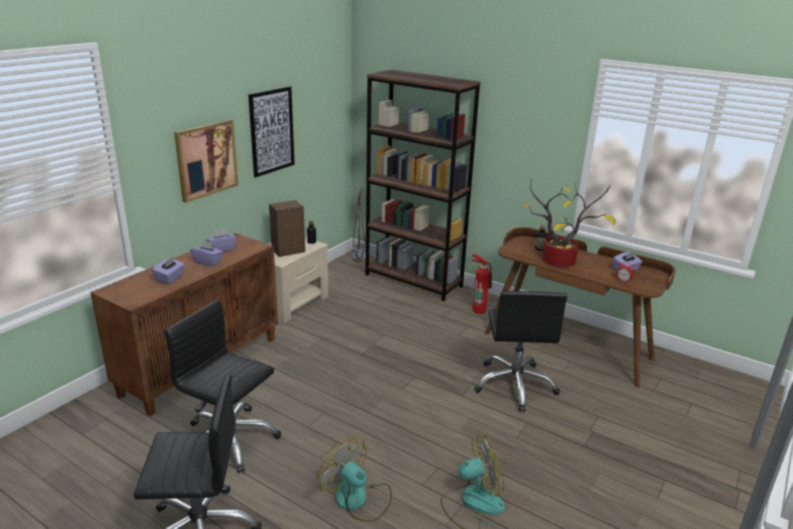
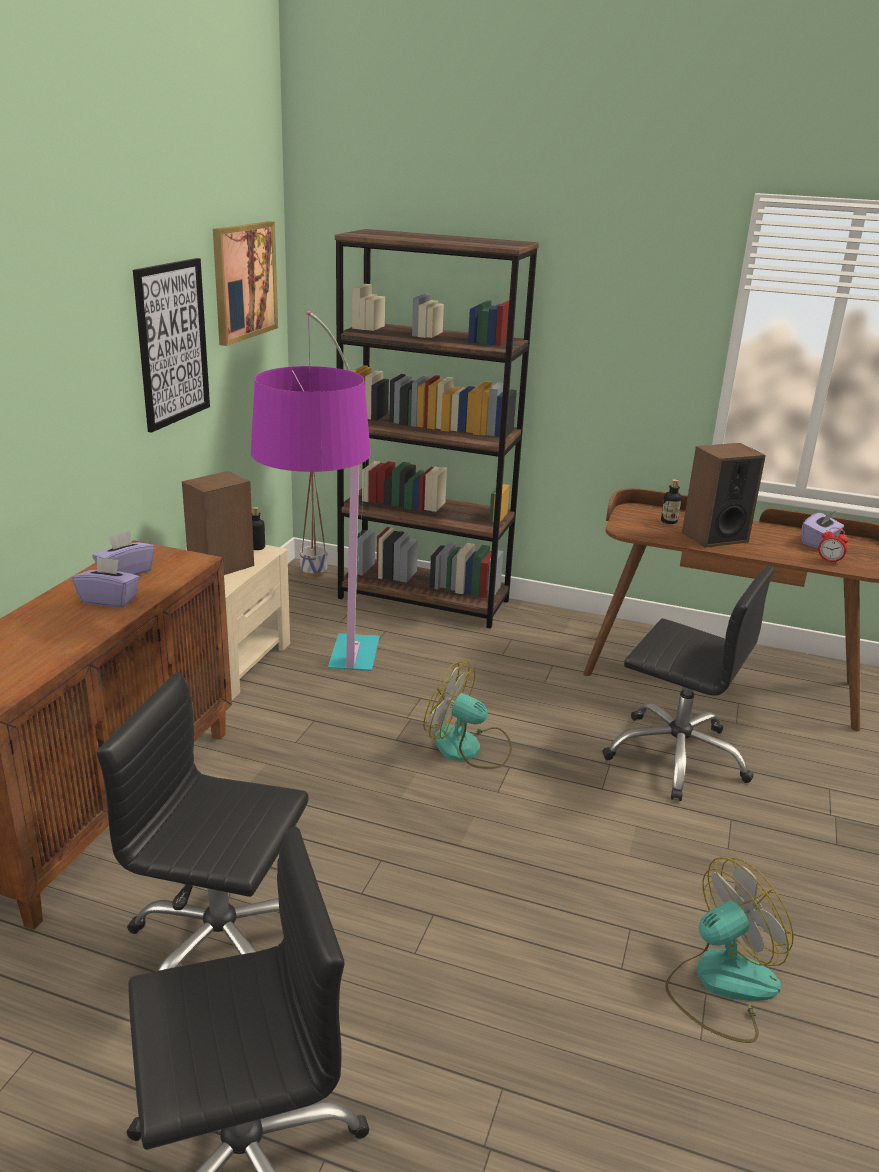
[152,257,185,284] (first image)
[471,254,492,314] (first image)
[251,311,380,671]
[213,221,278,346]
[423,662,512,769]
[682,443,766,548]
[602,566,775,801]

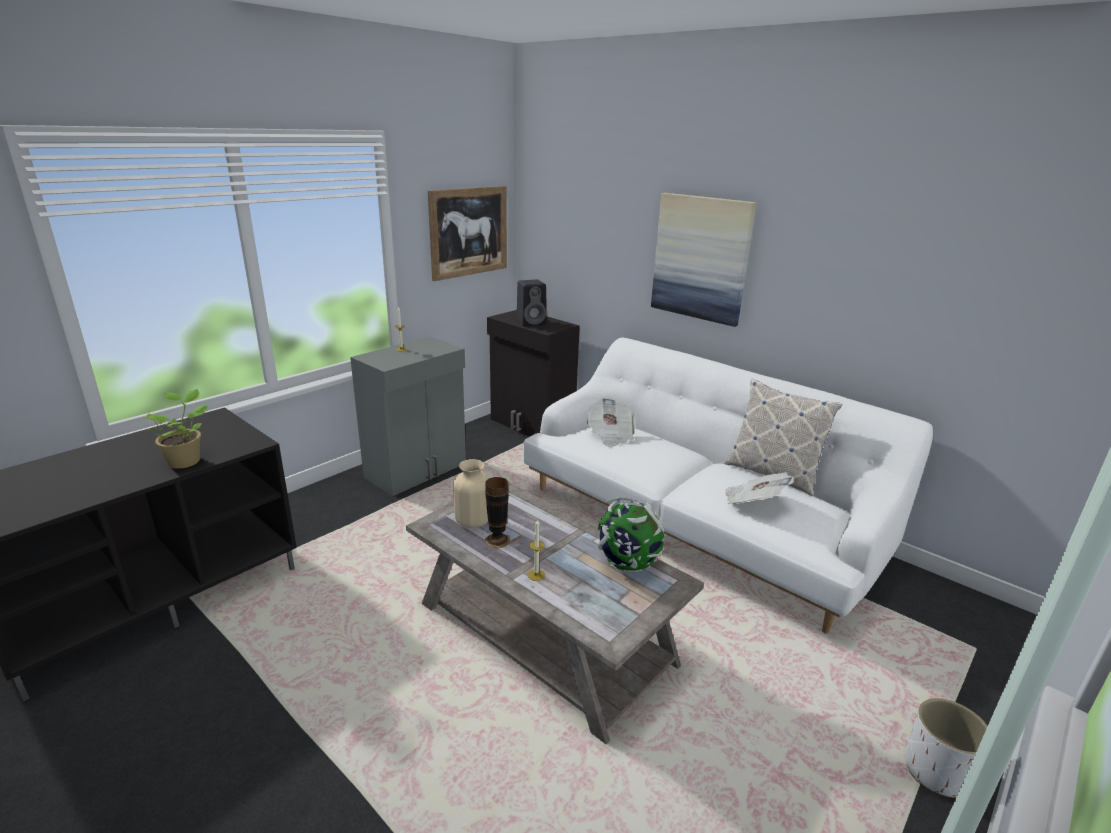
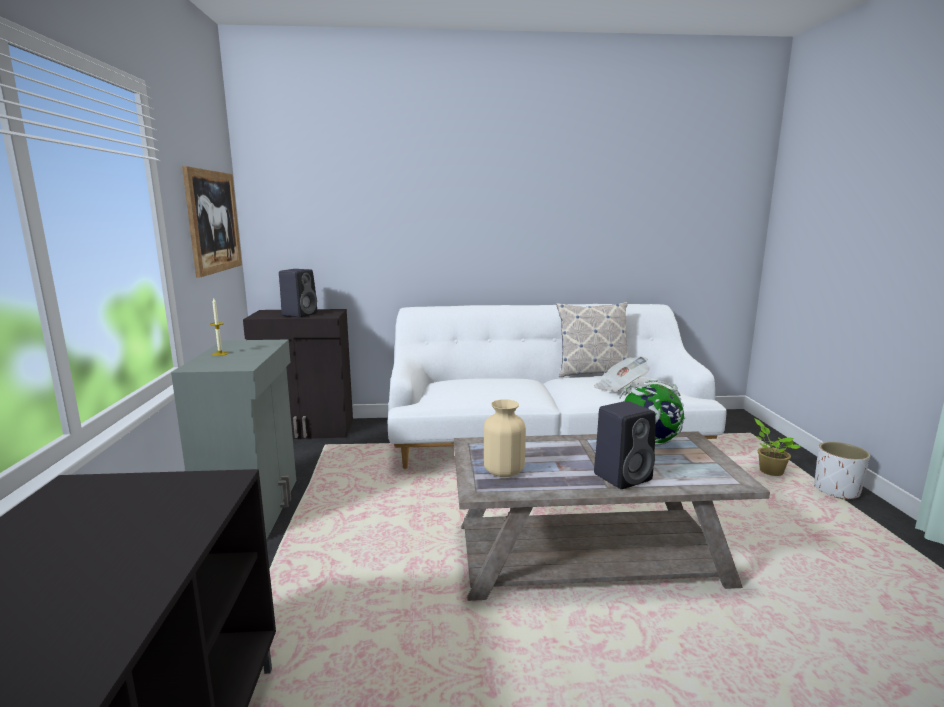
[485,477,510,548] (first image)
[587,398,635,447] (first image)
[651,193,756,327] (first image)
[754,418,801,476]
[594,401,656,489]

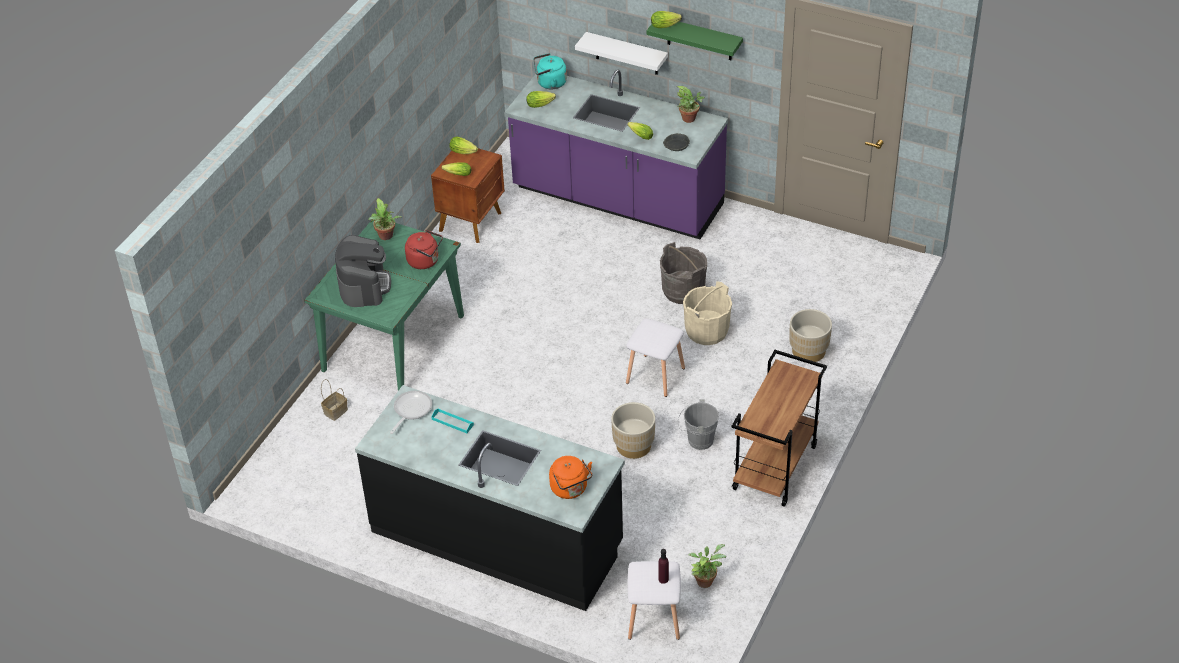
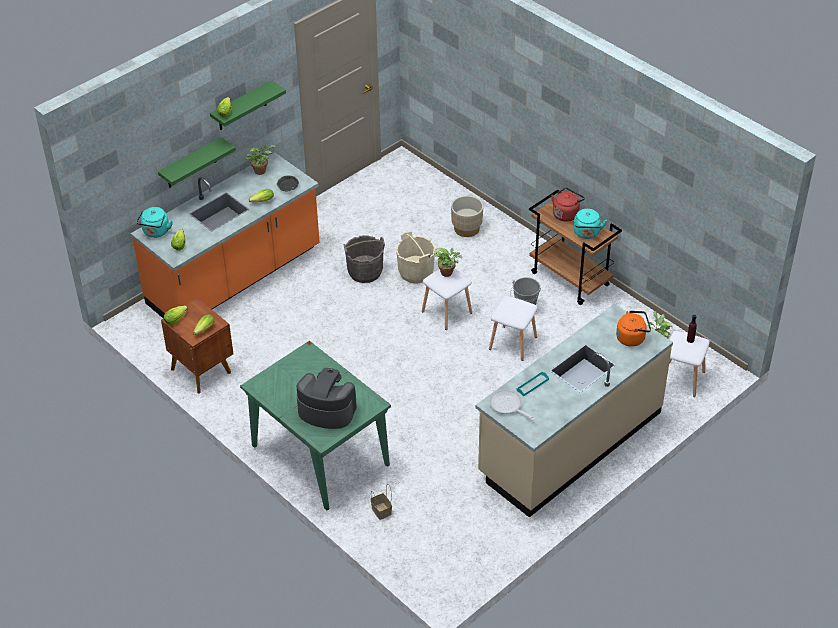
[574,209,607,239]
[434,248,462,277]
[551,188,585,222]
[489,296,538,361]
[476,304,673,518]
[131,152,320,318]
[158,137,236,188]

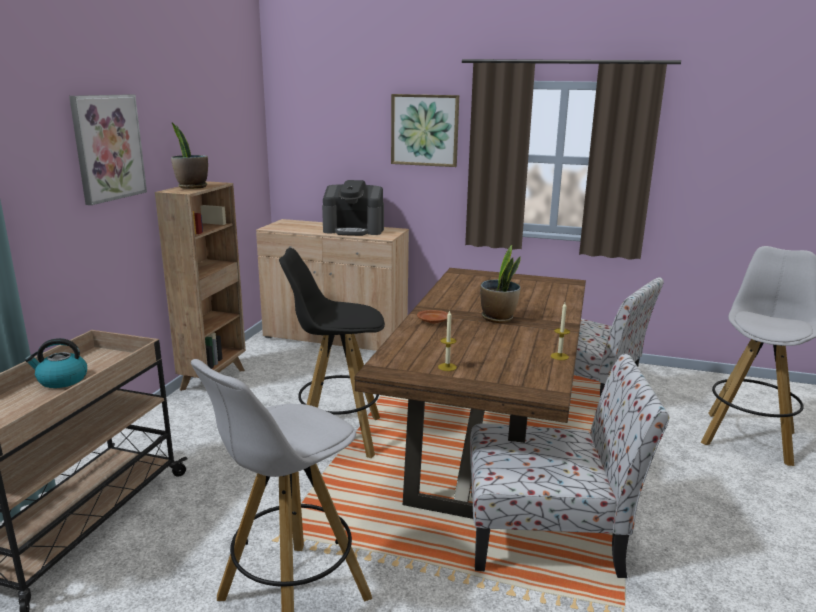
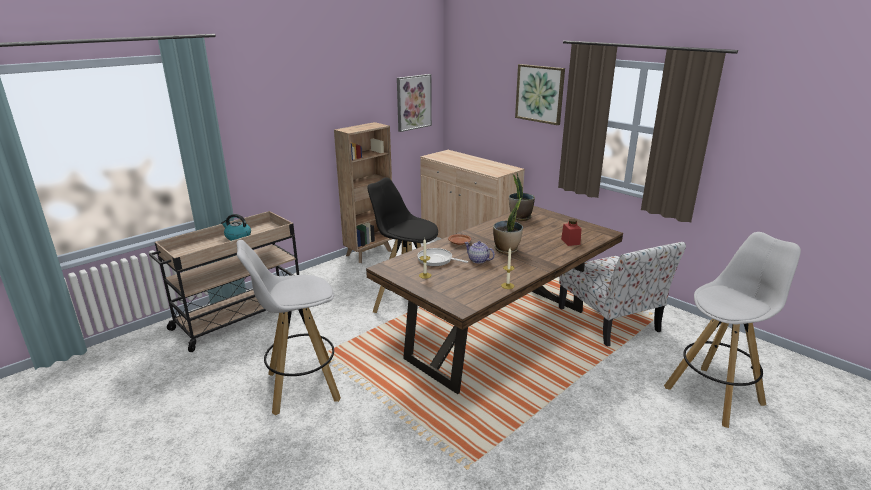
[322,180,384,236] (first image)
[470,354,669,578] (first image)
[417,248,468,266]
[464,241,495,264]
[561,219,581,246]
[397,74,432,132]
[509,173,535,221]

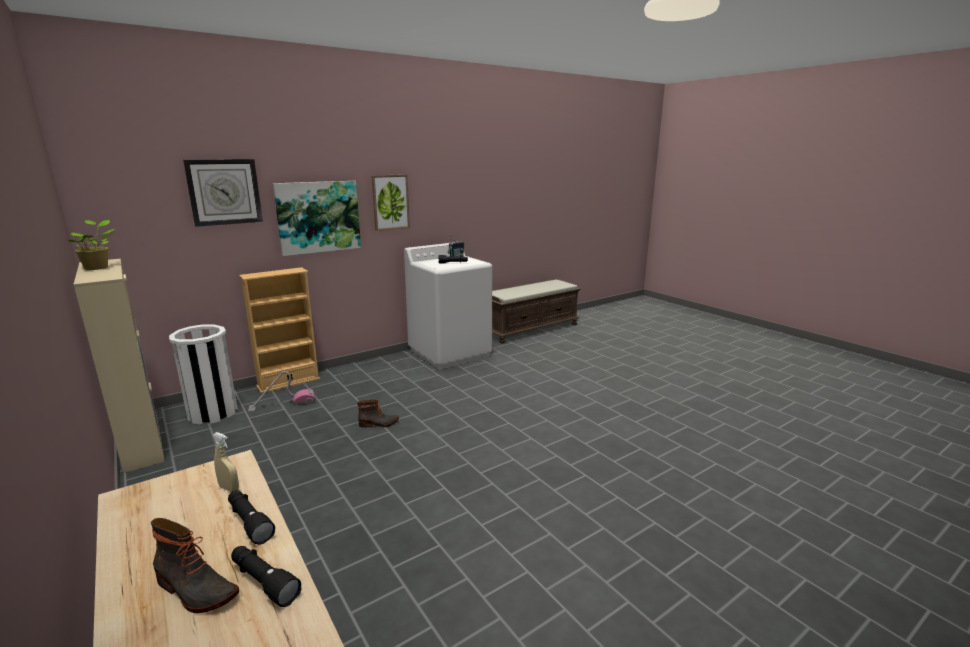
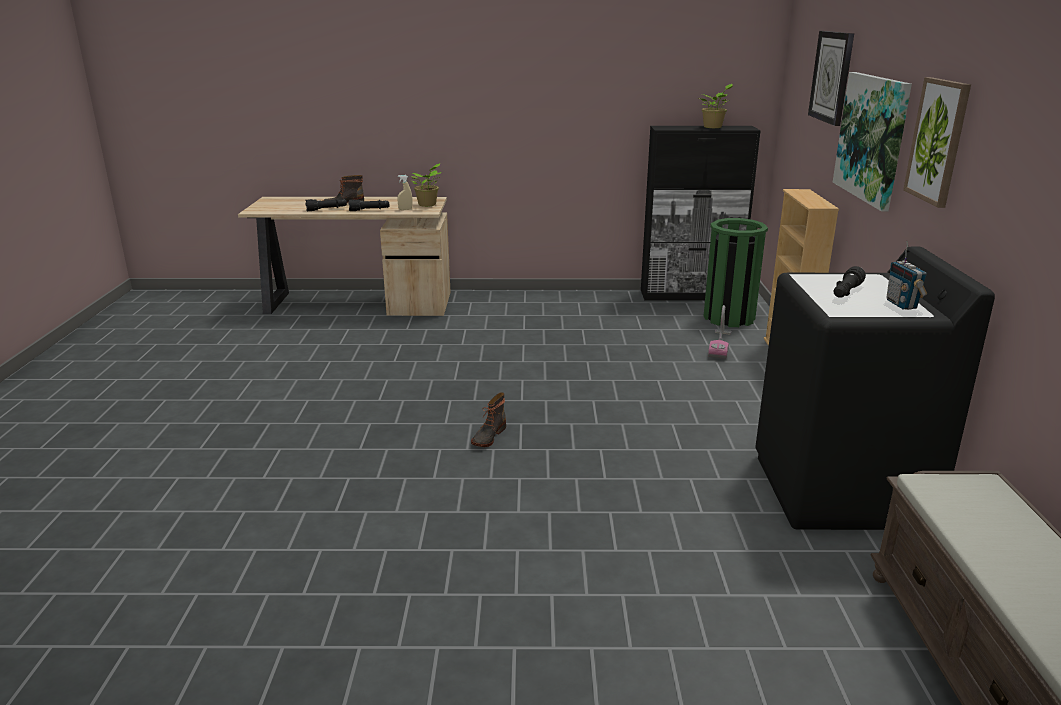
[412,163,442,207]
[471,392,506,447]
[641,126,761,301]
[704,218,768,327]
[755,246,995,530]

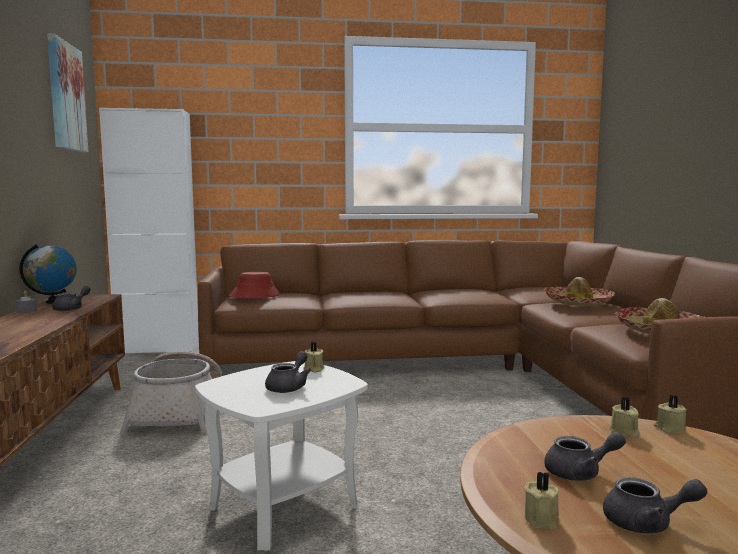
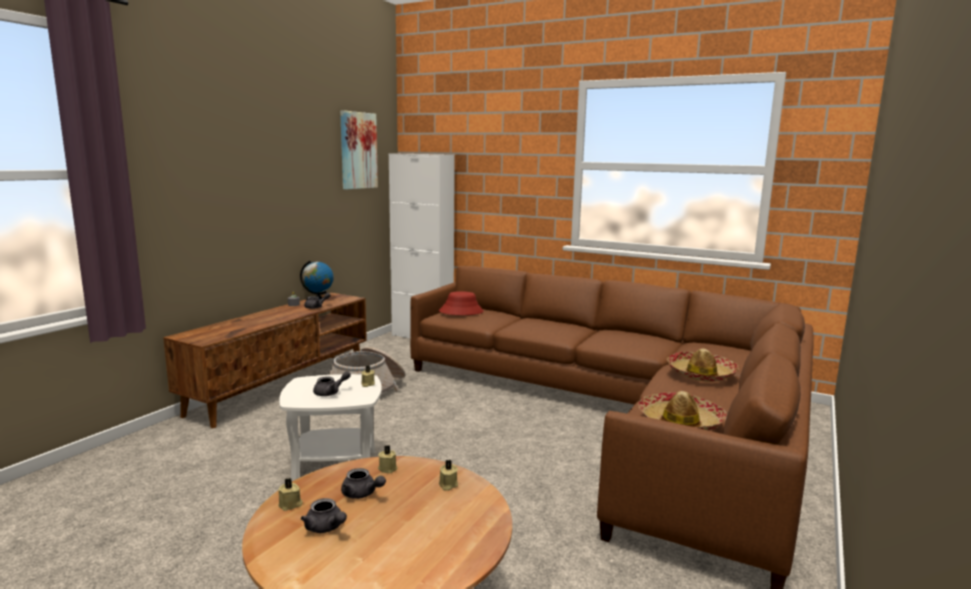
[378,445,397,473]

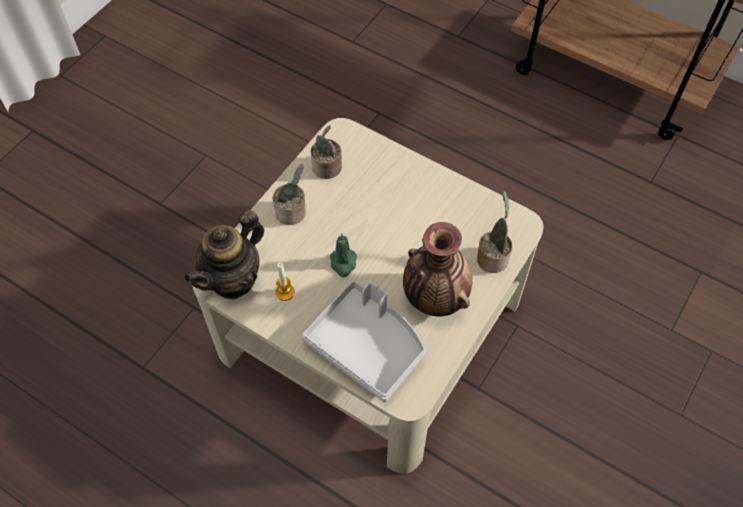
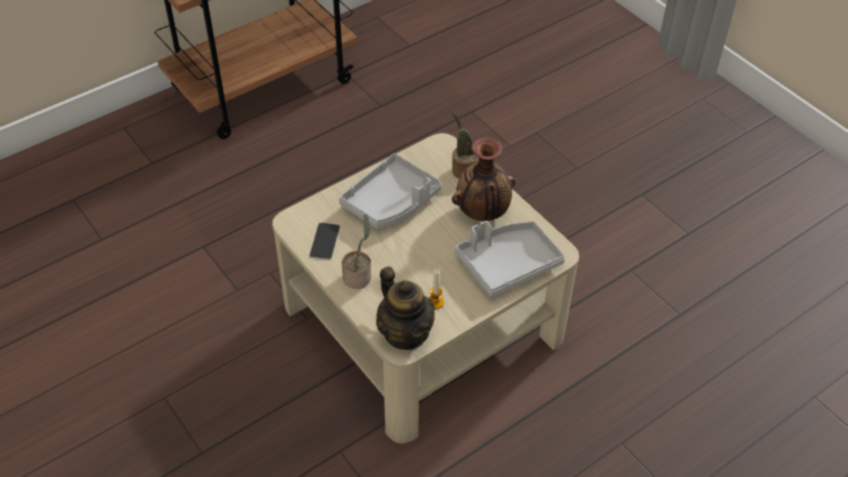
[330,234,357,277] (first image)
[339,153,442,229]
[309,223,340,260]

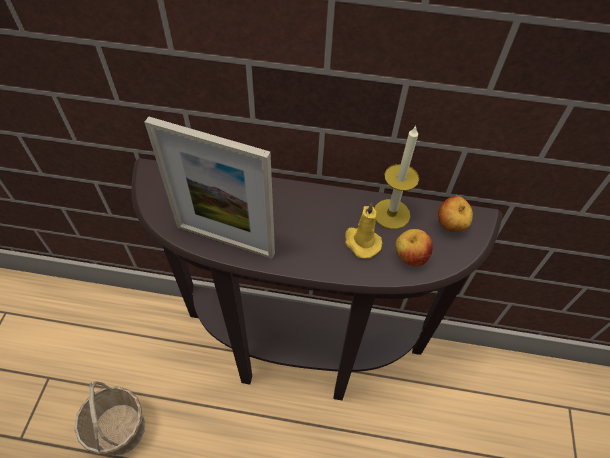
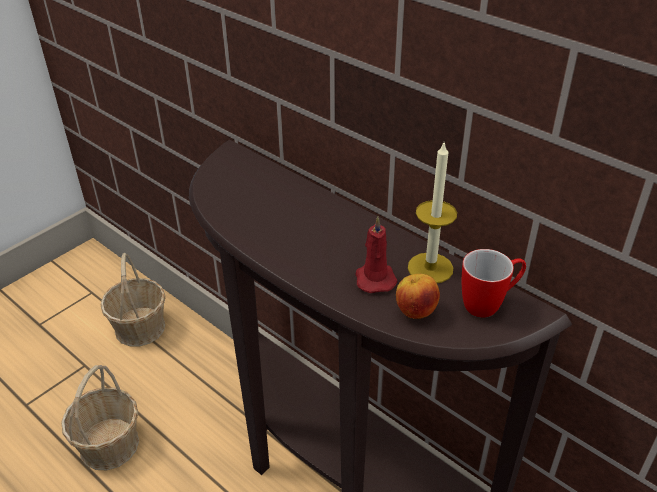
[144,117,275,259] (first image)
[101,253,166,346]
[462,249,526,318]
[355,216,398,293]

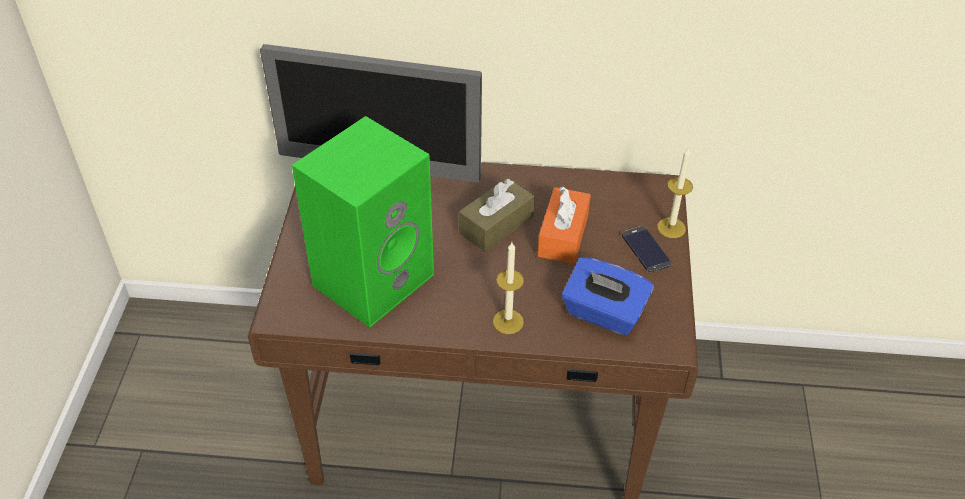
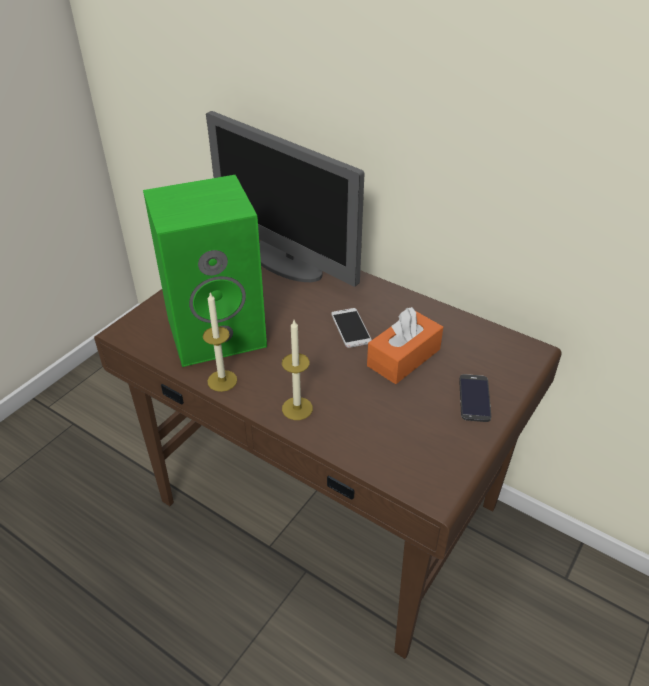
[562,257,654,335] (first image)
[203,293,237,392]
[331,308,372,348]

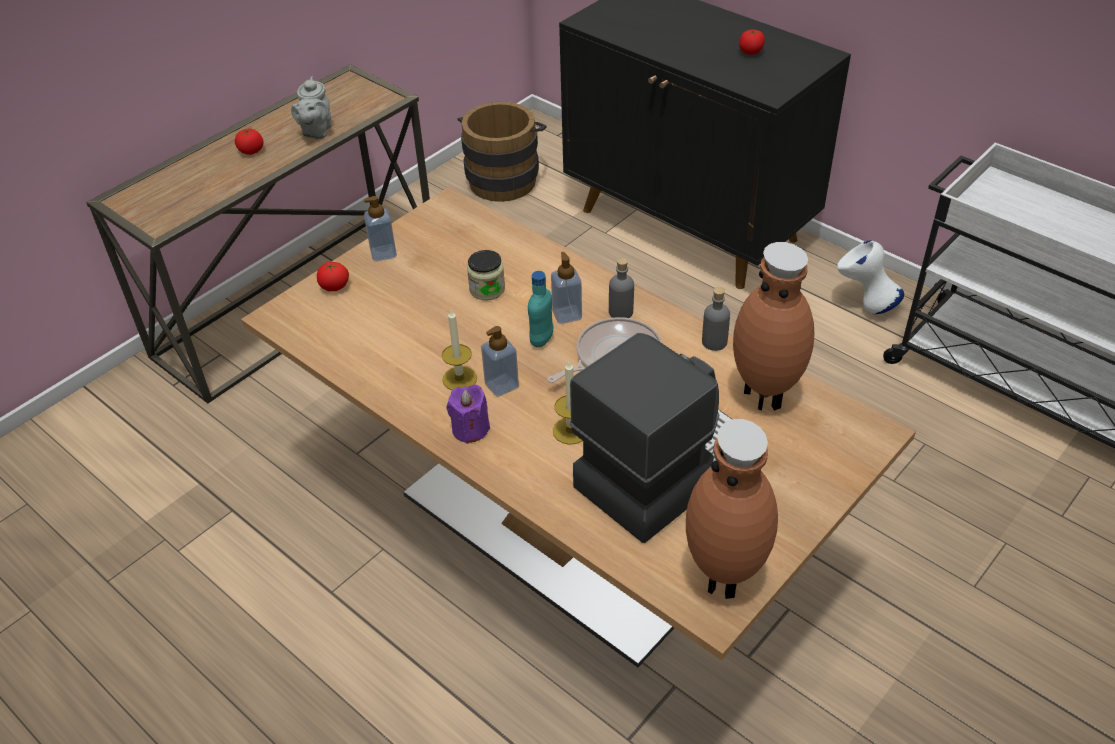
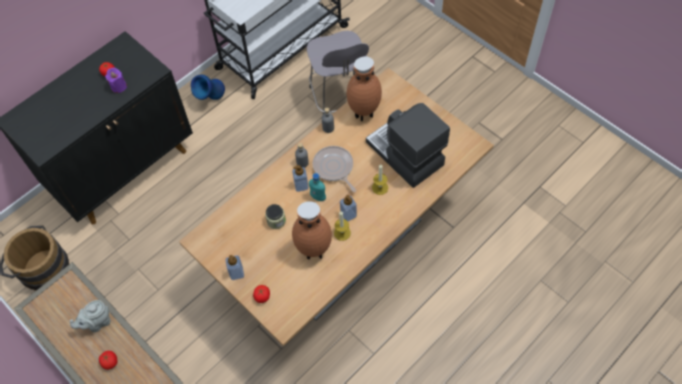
[307,31,369,114]
[105,67,127,93]
[292,201,332,260]
[191,74,225,100]
[70,300,110,332]

